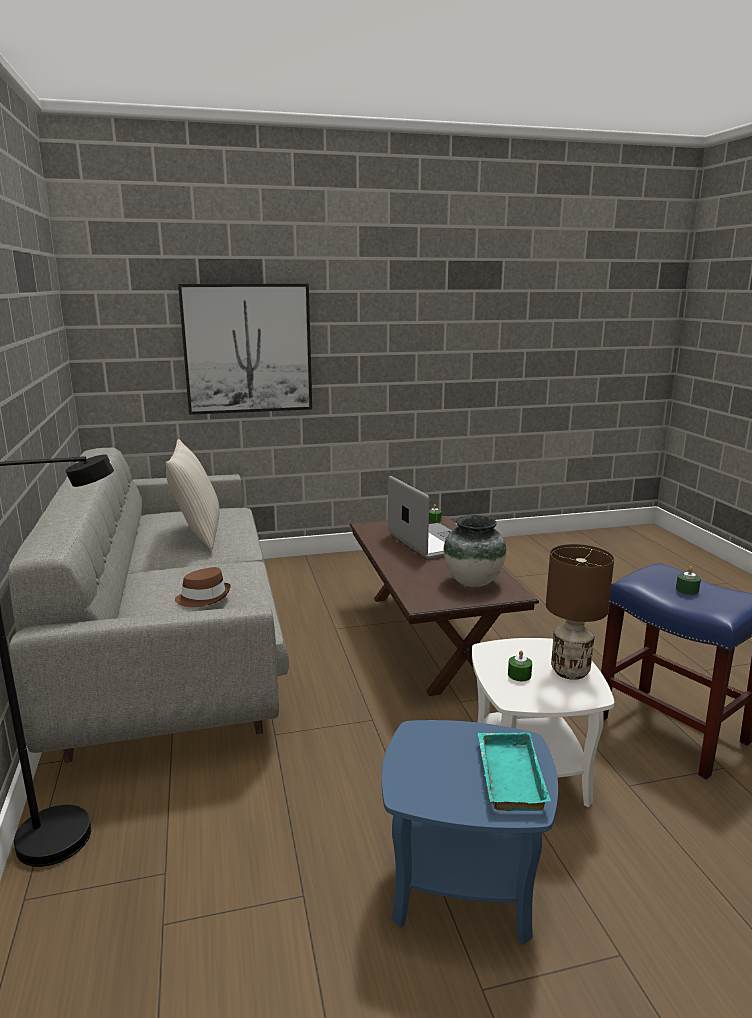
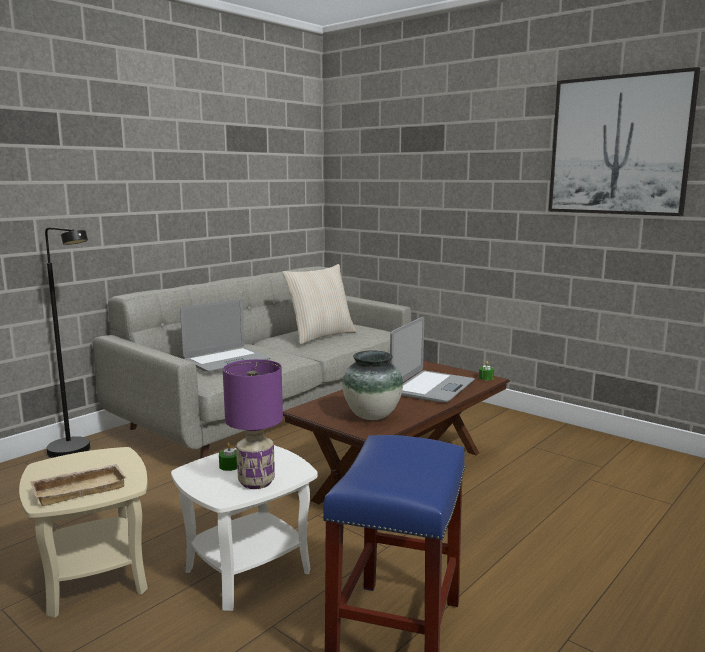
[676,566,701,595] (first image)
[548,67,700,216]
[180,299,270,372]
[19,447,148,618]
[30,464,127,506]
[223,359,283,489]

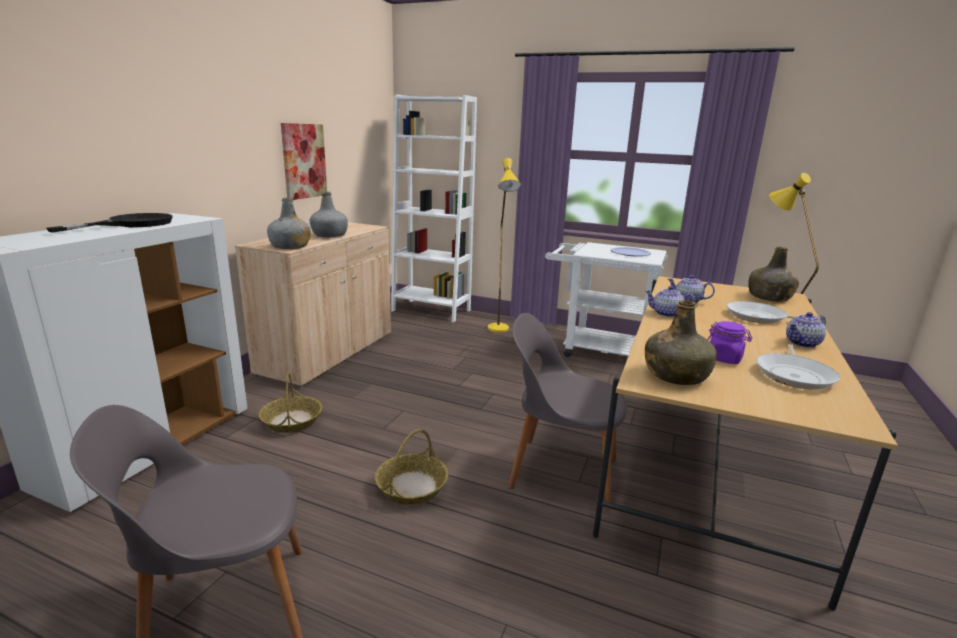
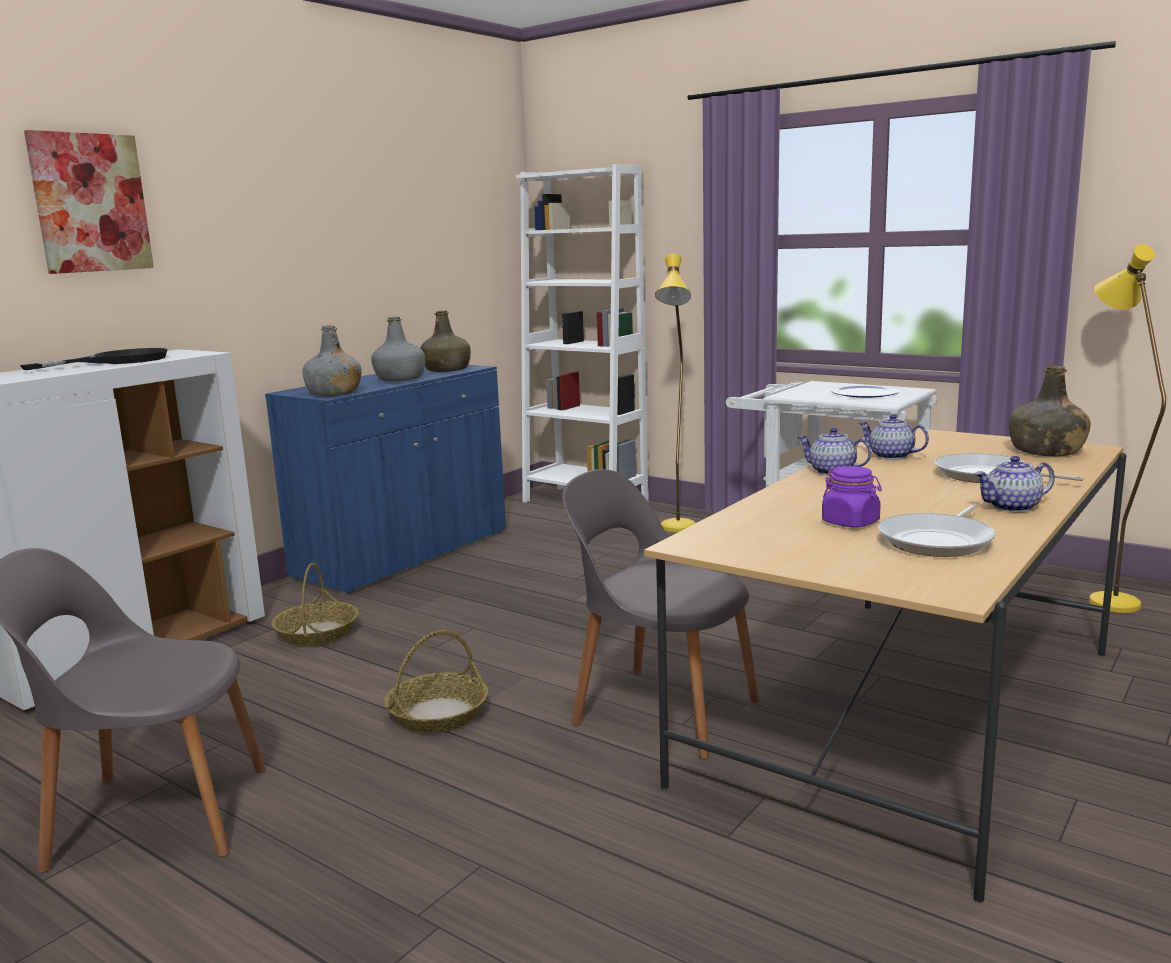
[24,130,154,274]
[420,311,471,372]
[265,365,506,596]

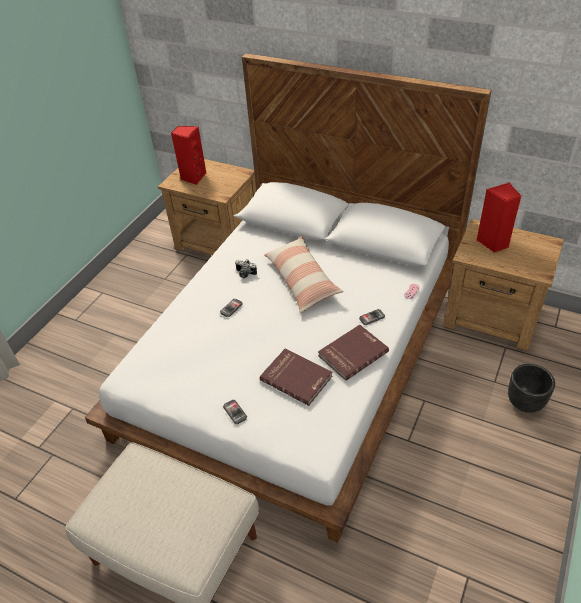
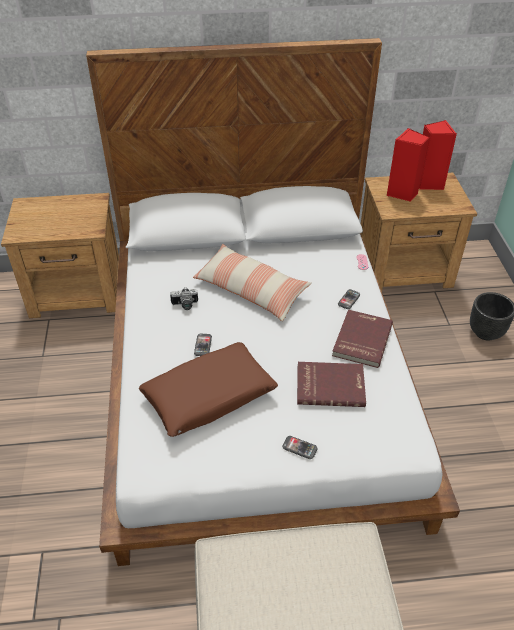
[139,342,278,437]
[419,120,457,190]

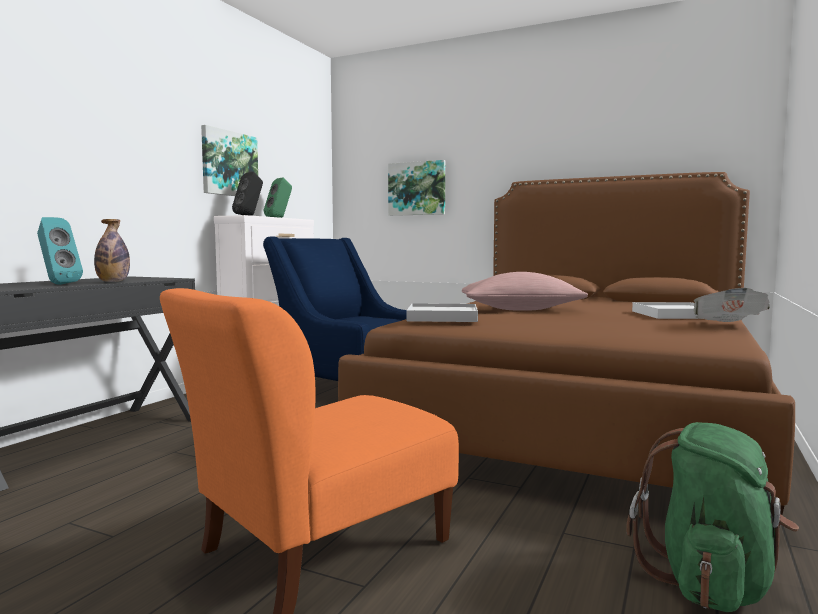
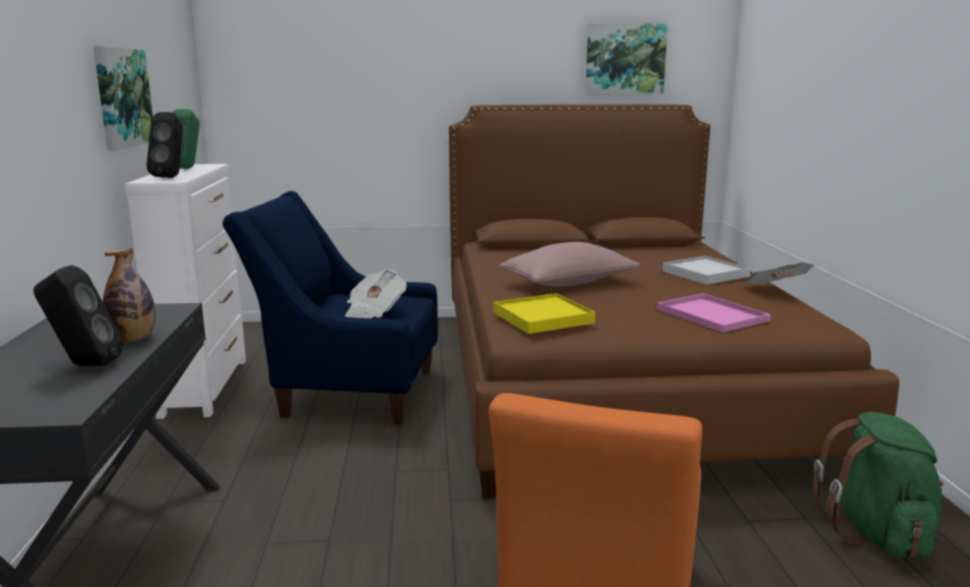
[345,270,407,318]
[657,293,771,332]
[585,23,668,94]
[33,265,123,366]
[494,293,595,334]

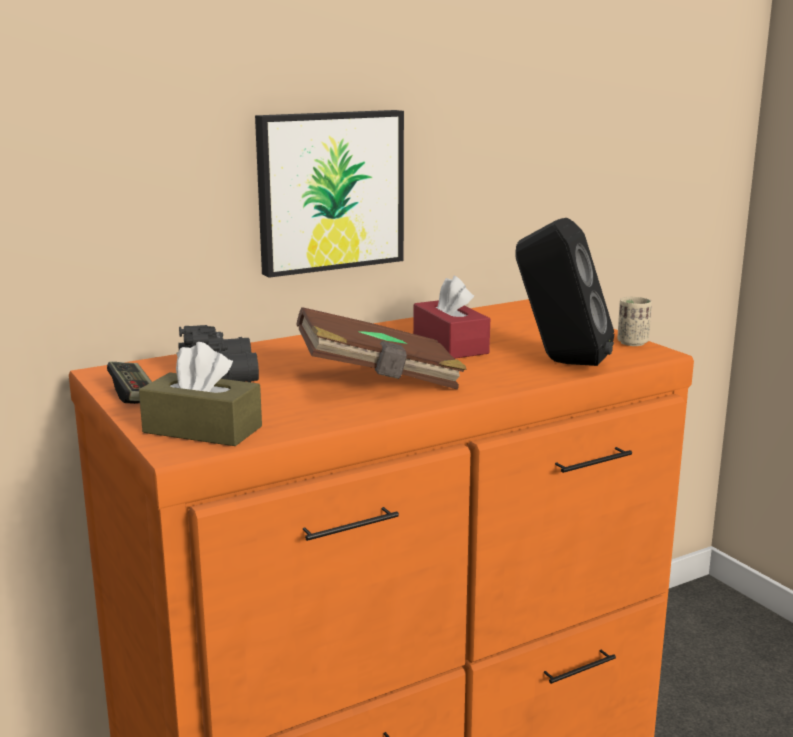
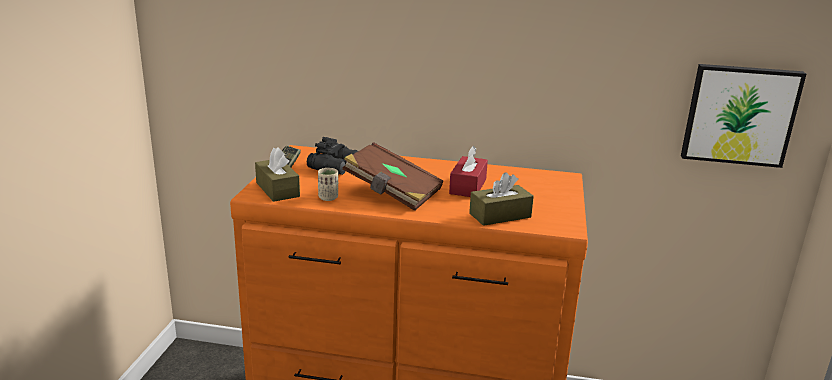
[681,64,806,168]
[318,168,338,201]
[469,172,534,226]

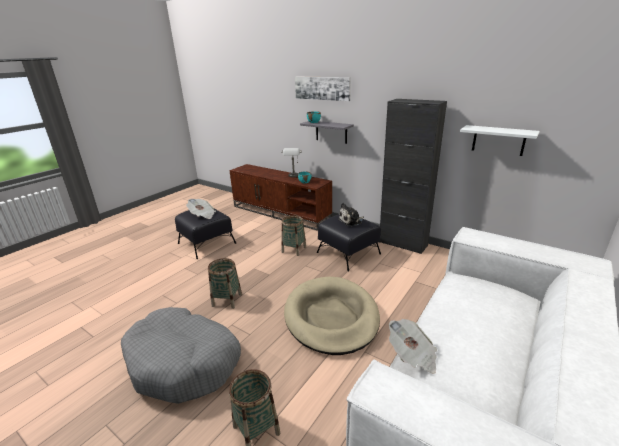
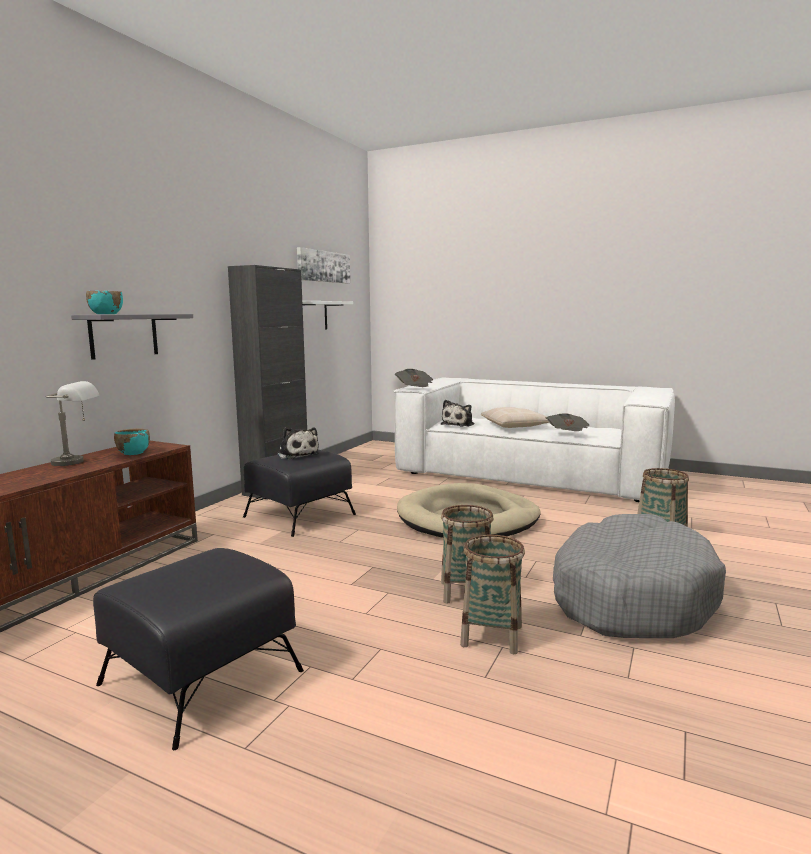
[441,400,474,427]
[481,407,550,428]
[395,369,433,387]
[460,534,525,654]
[297,247,350,283]

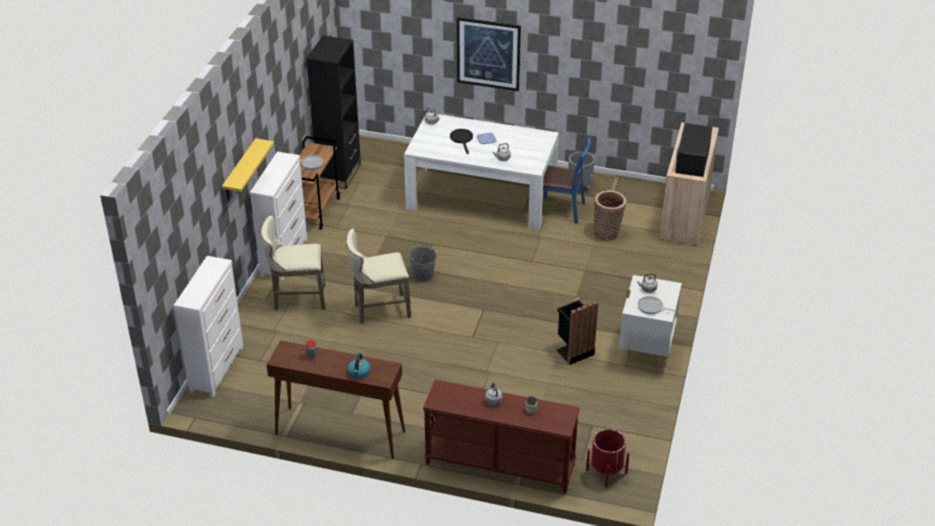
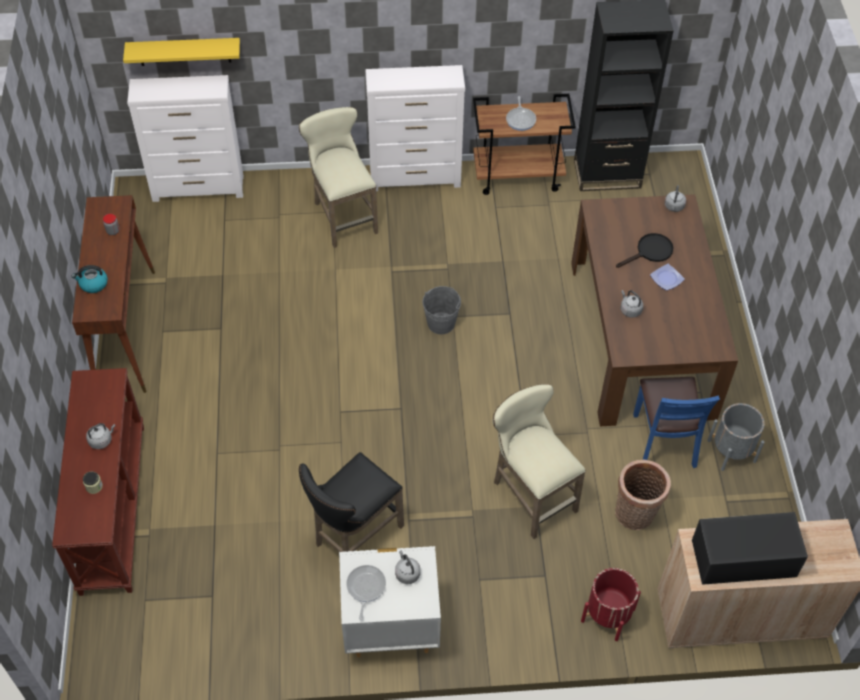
[457,17,521,91] (first image)
[123,38,240,66]
[493,384,586,539]
[581,568,641,641]
[299,452,404,552]
[571,194,738,426]

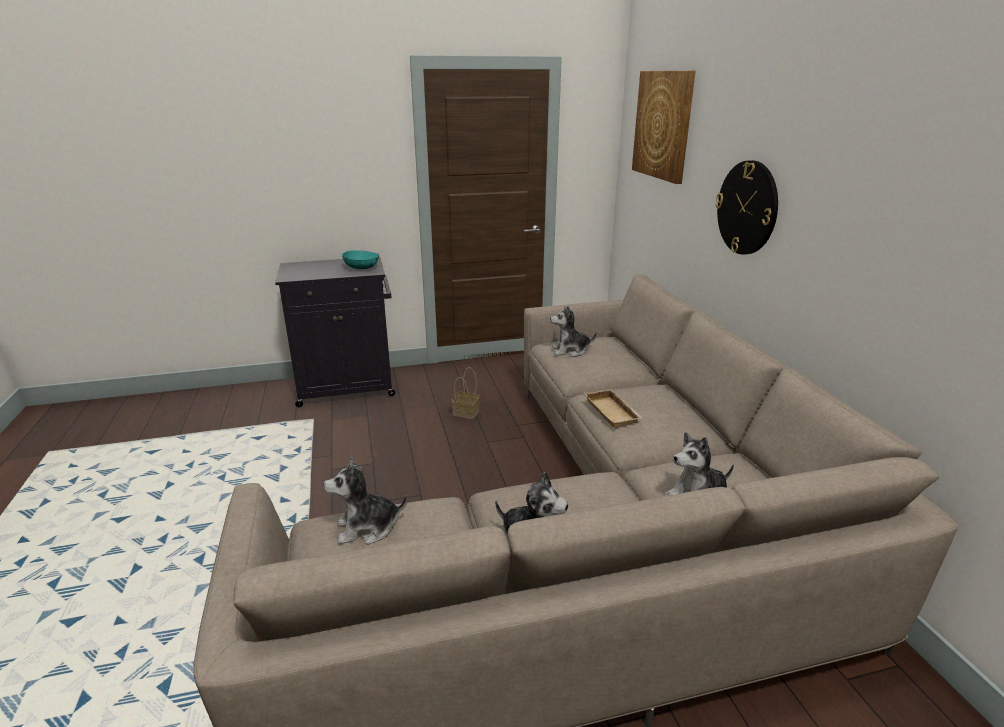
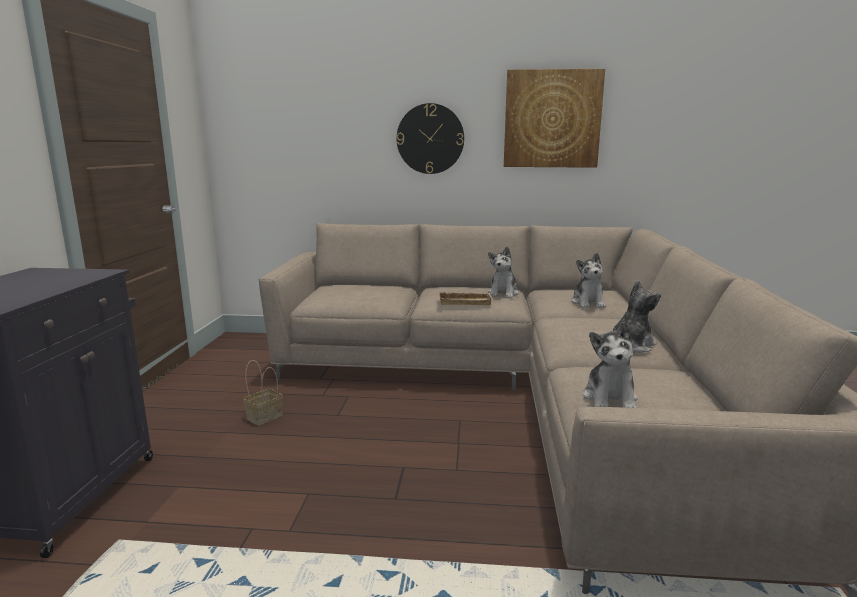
[342,250,379,269] (first image)
[488,247,519,299]
[504,69,605,168]

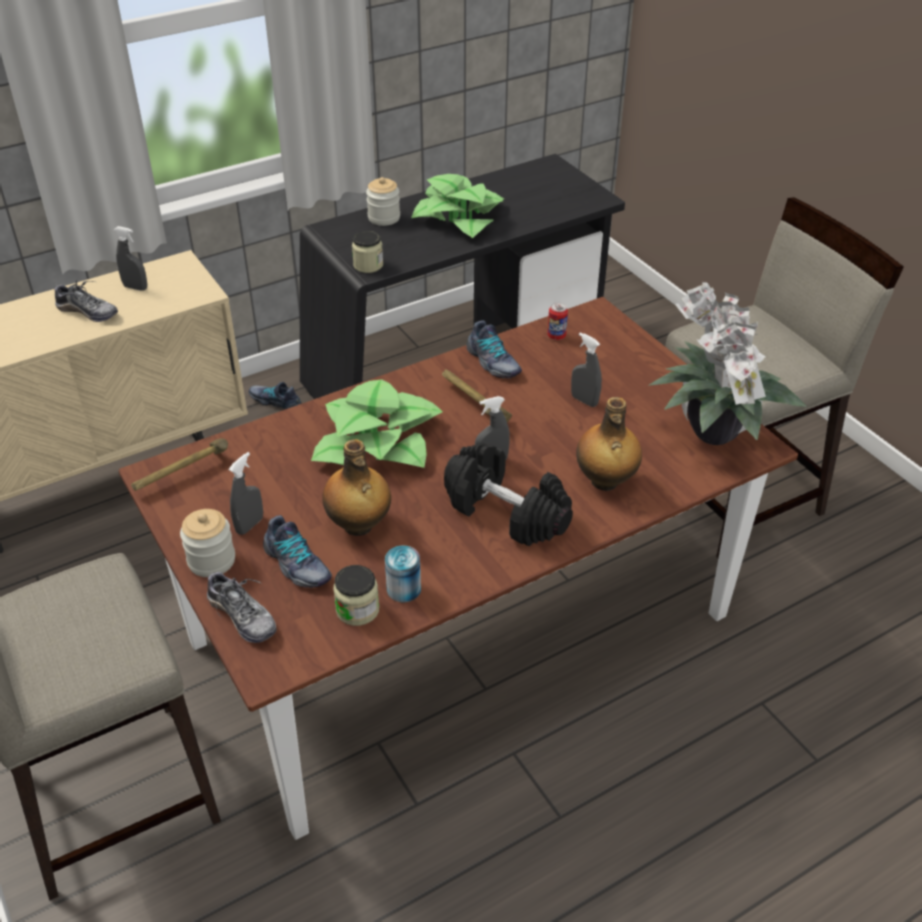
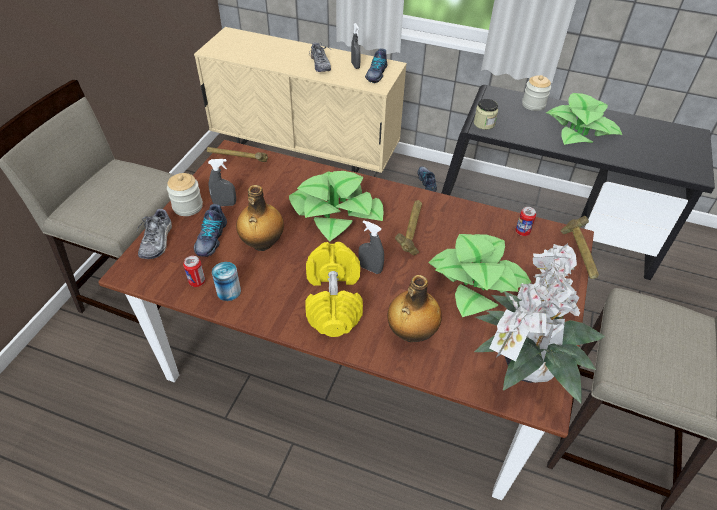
[560,216,599,279]
[365,48,388,83]
[183,256,205,287]
[428,234,531,317]
[305,242,363,337]

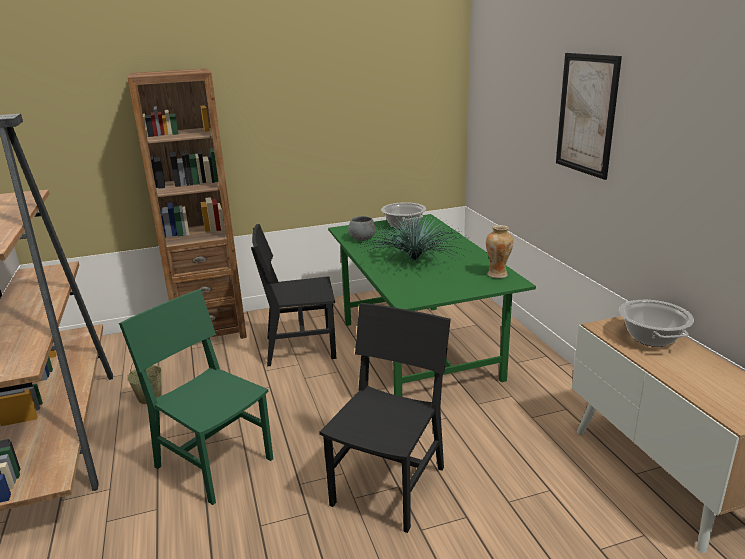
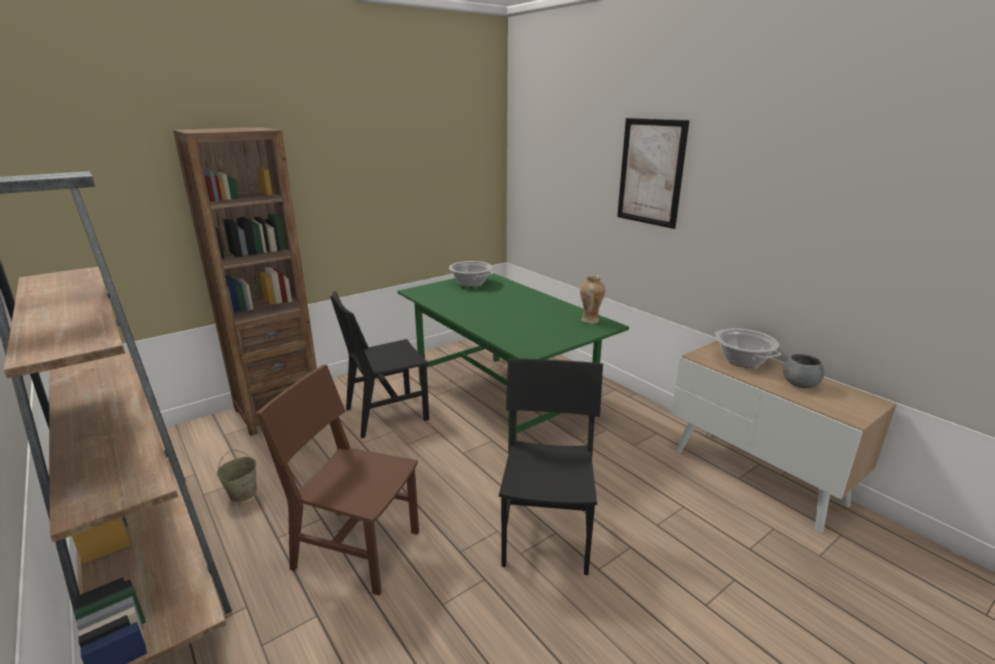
[360,212,471,267] (first image)
[783,354,824,388]
[256,365,419,596]

